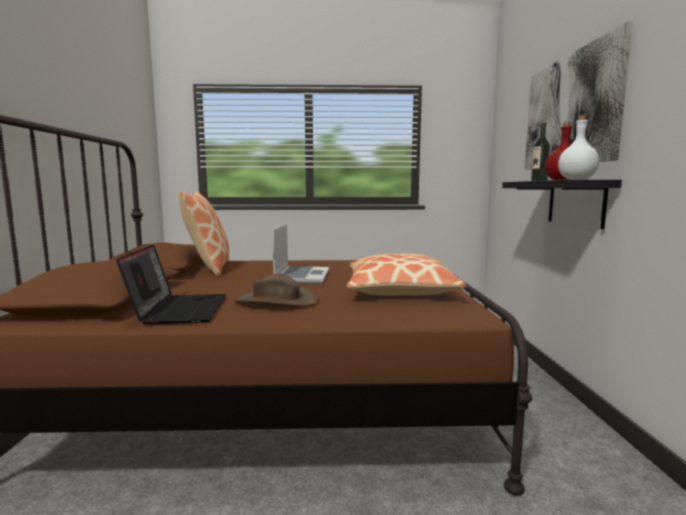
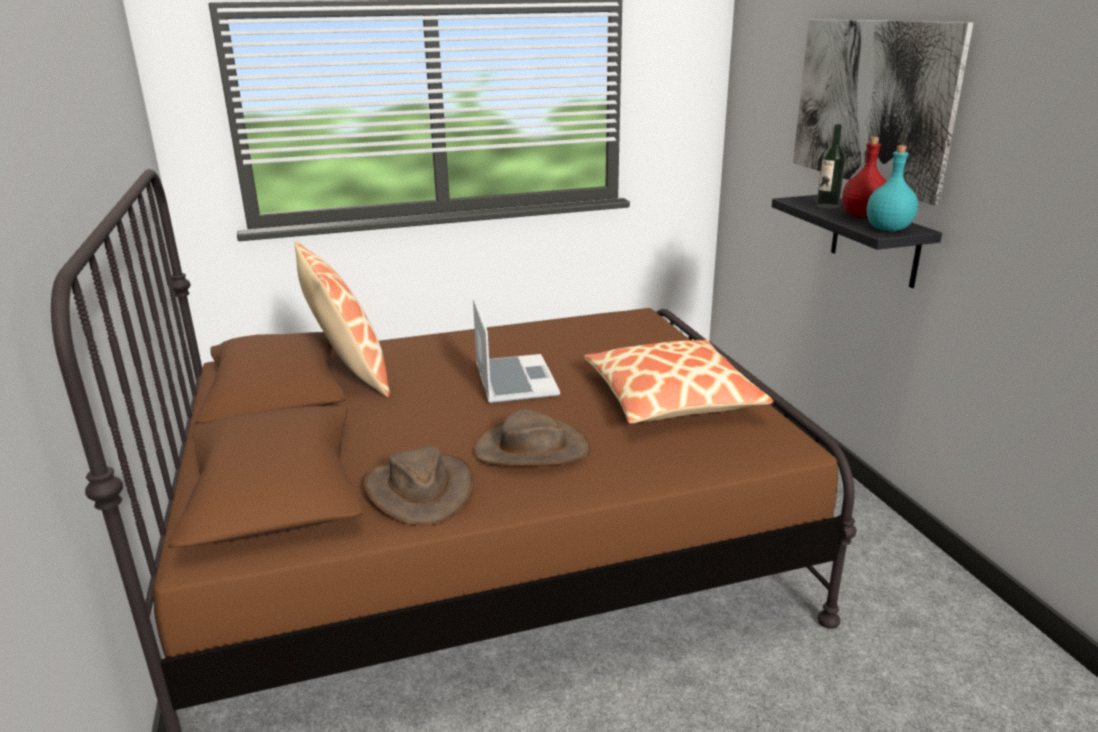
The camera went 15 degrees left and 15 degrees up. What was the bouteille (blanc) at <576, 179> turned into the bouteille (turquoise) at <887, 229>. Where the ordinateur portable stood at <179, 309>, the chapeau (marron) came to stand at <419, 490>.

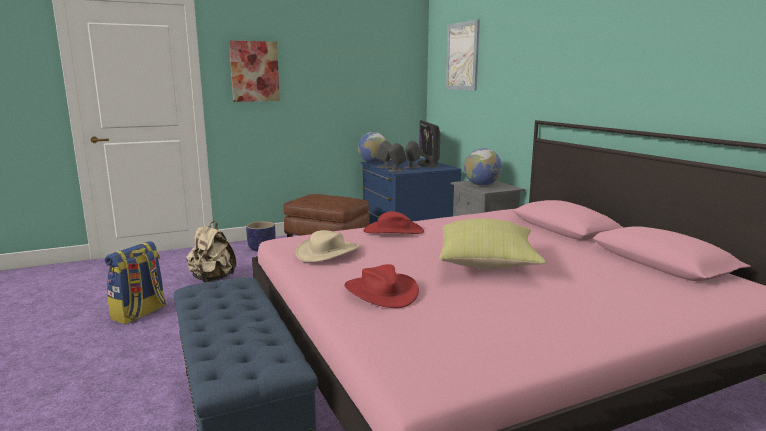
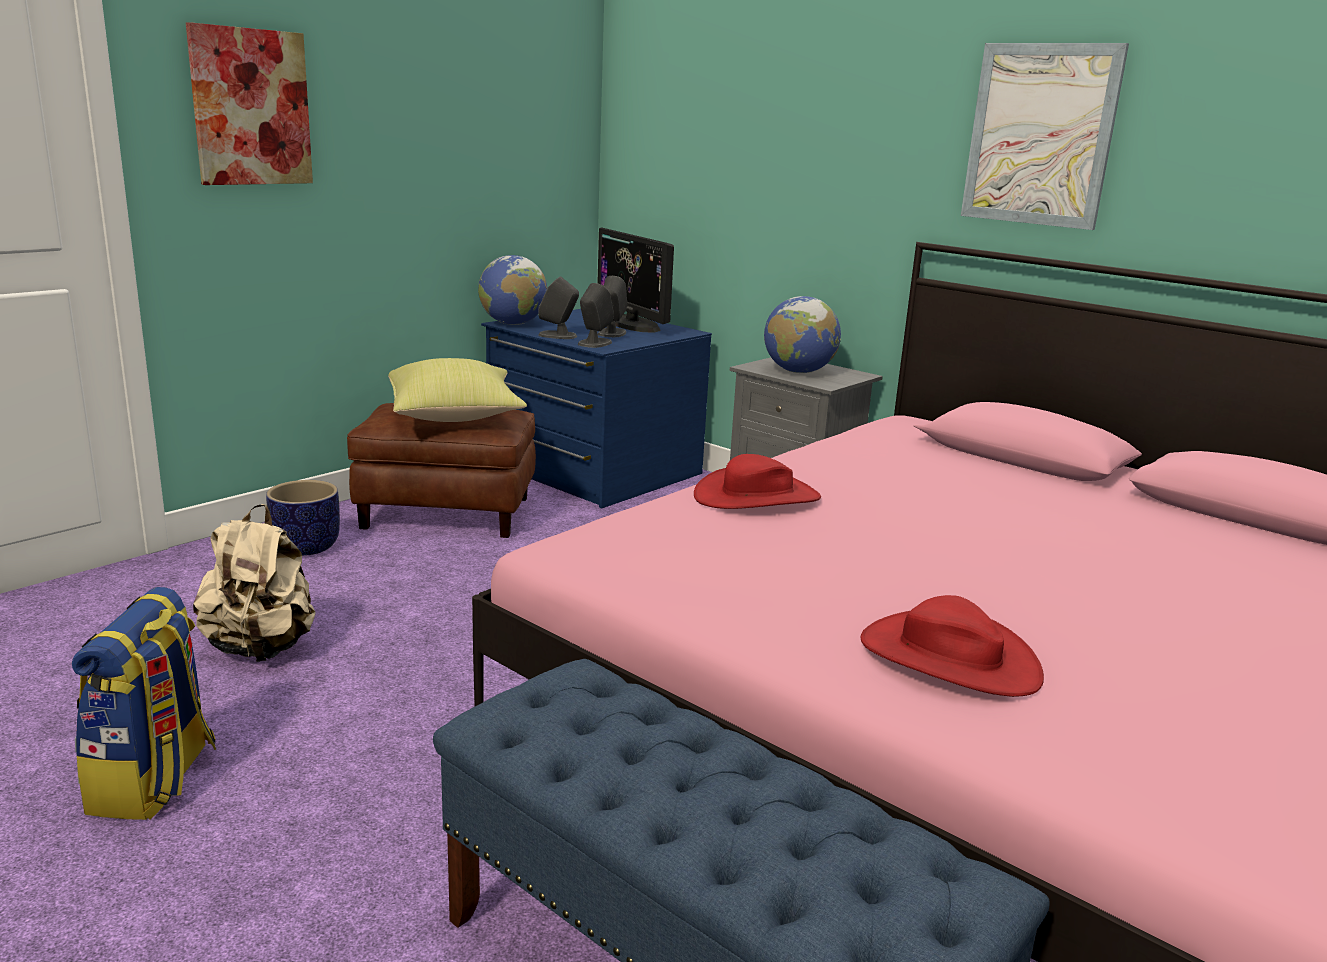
The camera went 25 degrees left and 5 degrees up. The tableau ended up elsewhere, having gone from <462, 56> to <1040, 135>. The coussin (jaune) ended up elsewhere, having gone from <487, 264> to <455, 418>. The second view lost the chapeau (beige) at <328, 252>.

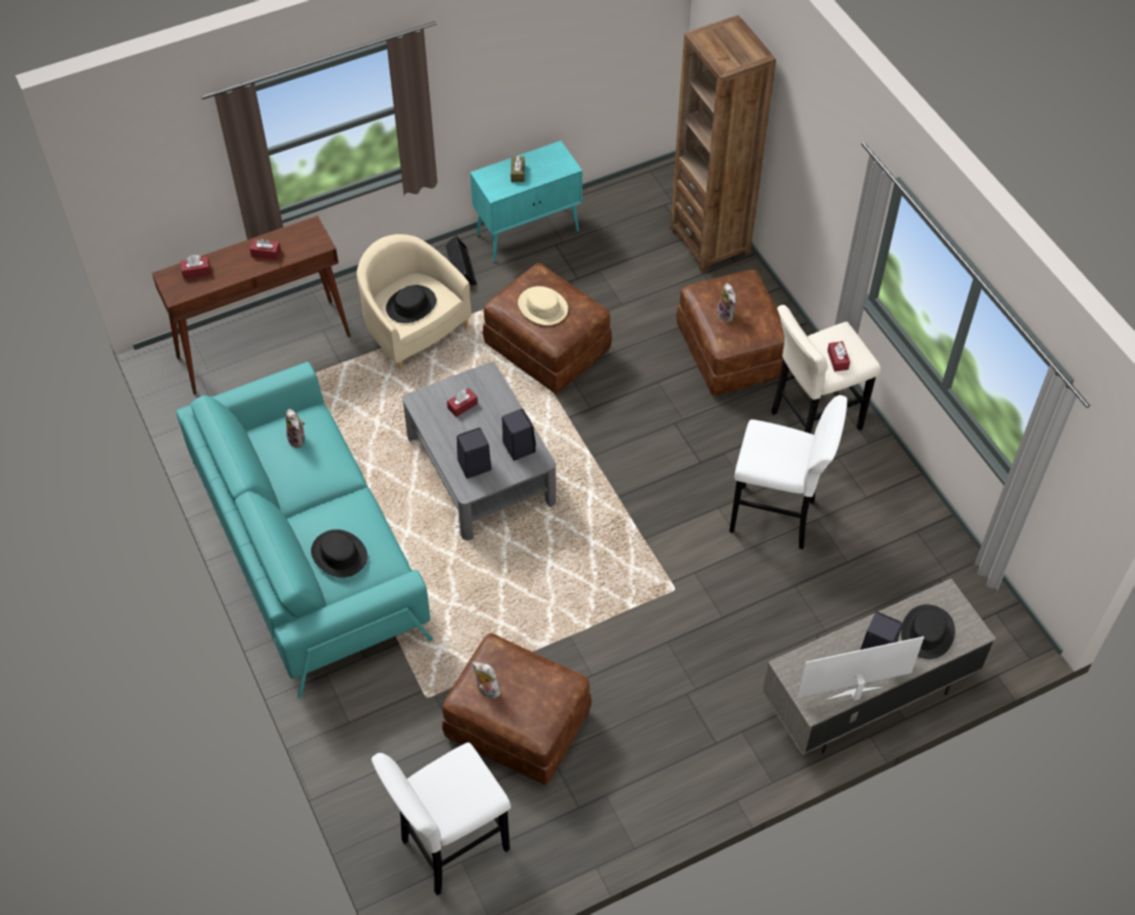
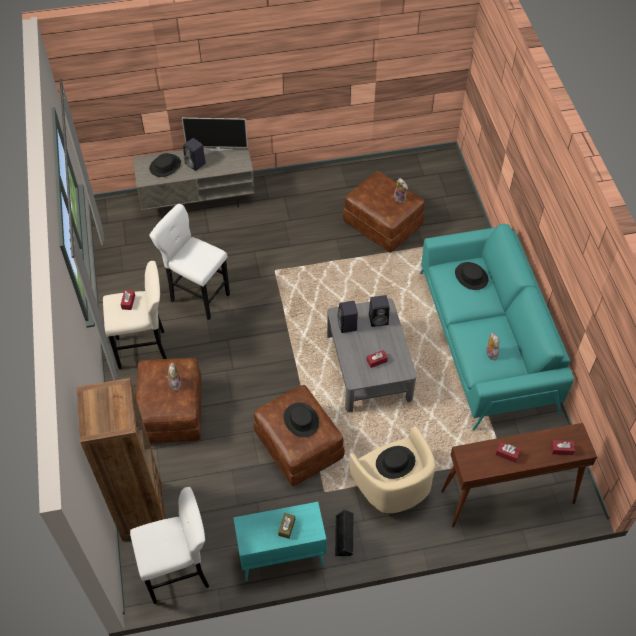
The camera went 165 degrees left and 0 degrees up. What was the chapeau (beige) at <542, 307> turned into the chapeau (noir) at <301, 420>. The tabouret (blanc) ended up elsewhere, having gone from <450, 848> to <180, 573>.

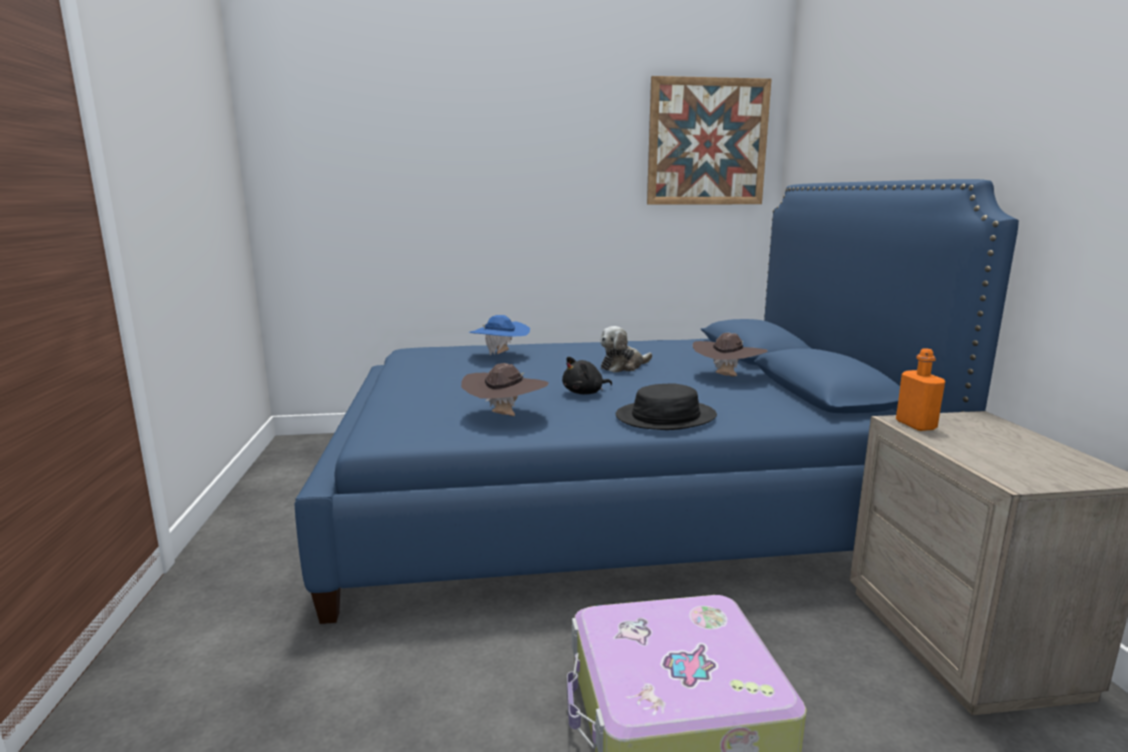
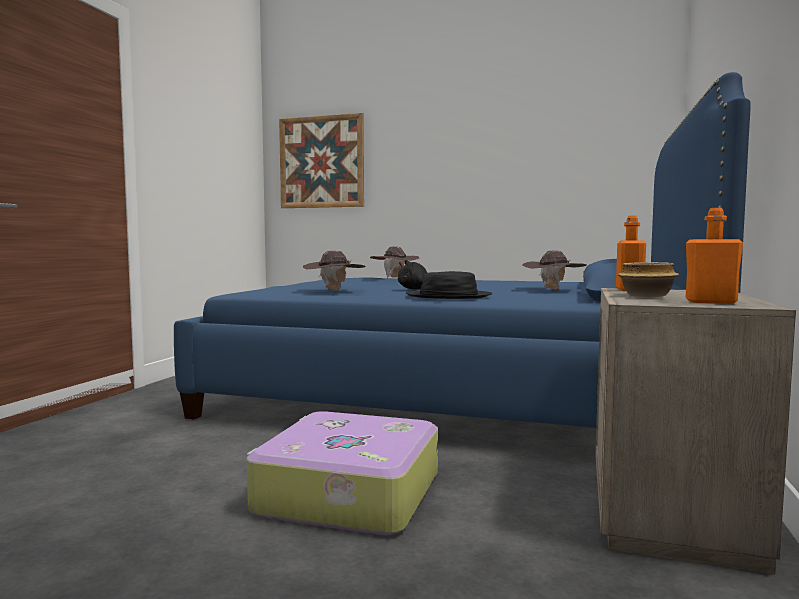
The camera went 25 degrees right and 10 degrees down. The tableau ended up elsewhere, having gone from <707, 142> to <321, 162>. What was the chapeau (bleu) at <500, 355> turned into the chapeau (marron) at <395, 278>. The second view lost the peluche at <623, 367>. The second view gained the bouteille (orange) at <710, 302>. The second view gained the bol at <648, 296>.

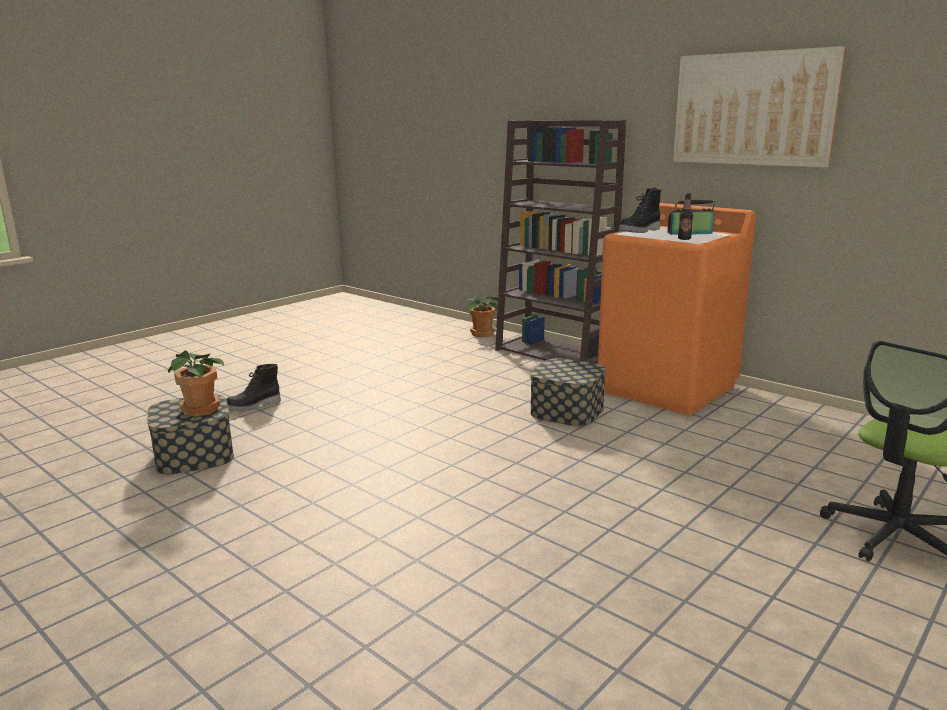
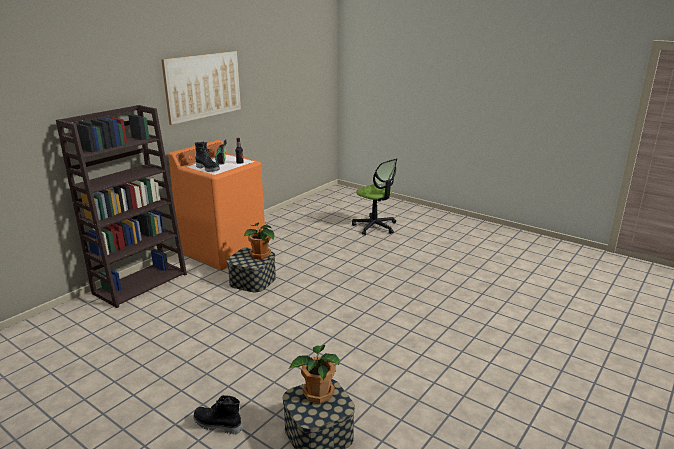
The camera went 95 degrees left and 5 degrees up. The plante en pot ended up elsewhere, having gone from <481, 334> to <260, 255>. The botte (noir) at <253, 406> ended up facing another way, 150 degrees clockwise from before.

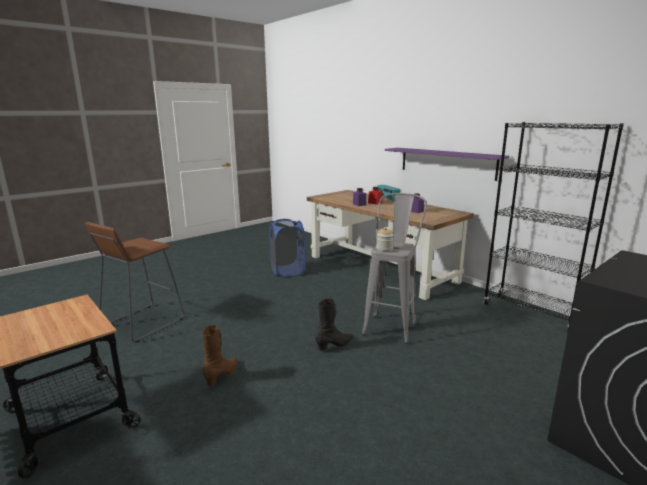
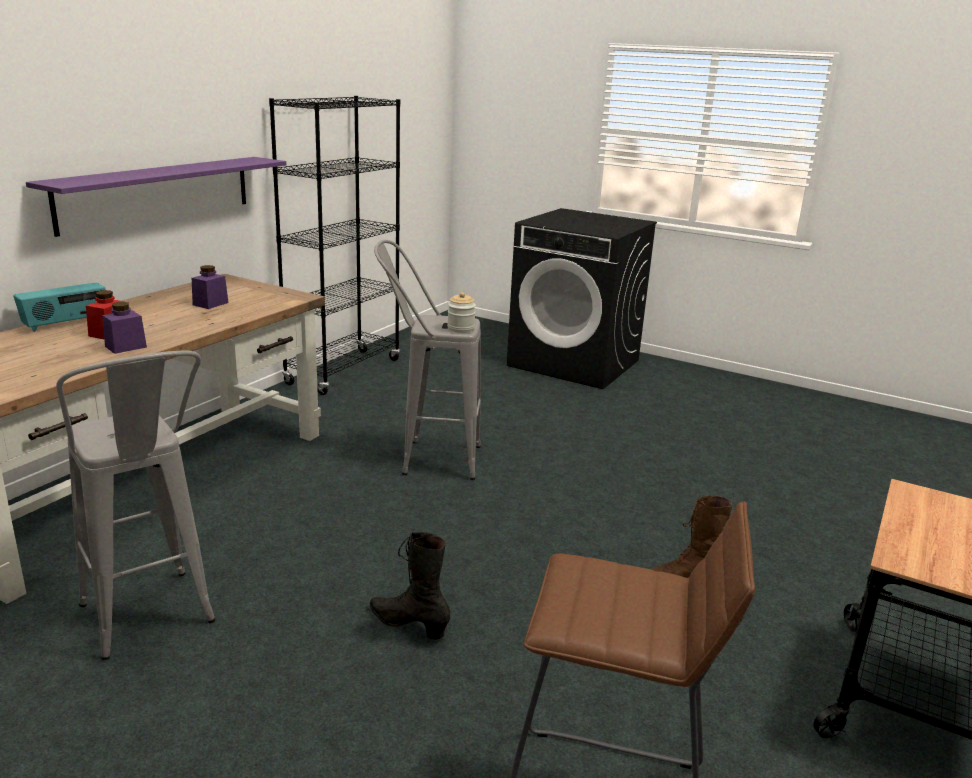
The camera went 110 degrees left and 5 degrees up. Where the panier à linge (bleu) stood at <287, 271>, the tabouret (gris) came to stand at <153, 625>. The botte (noir) ended up elsewhere, having gone from <335, 345> to <409, 624>.

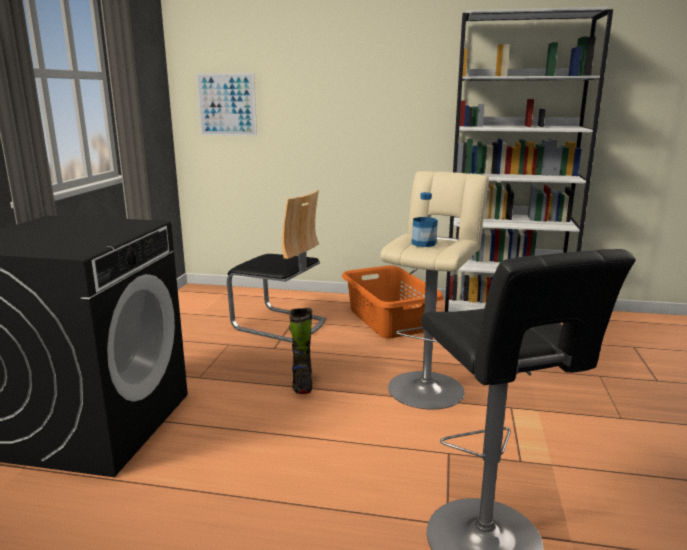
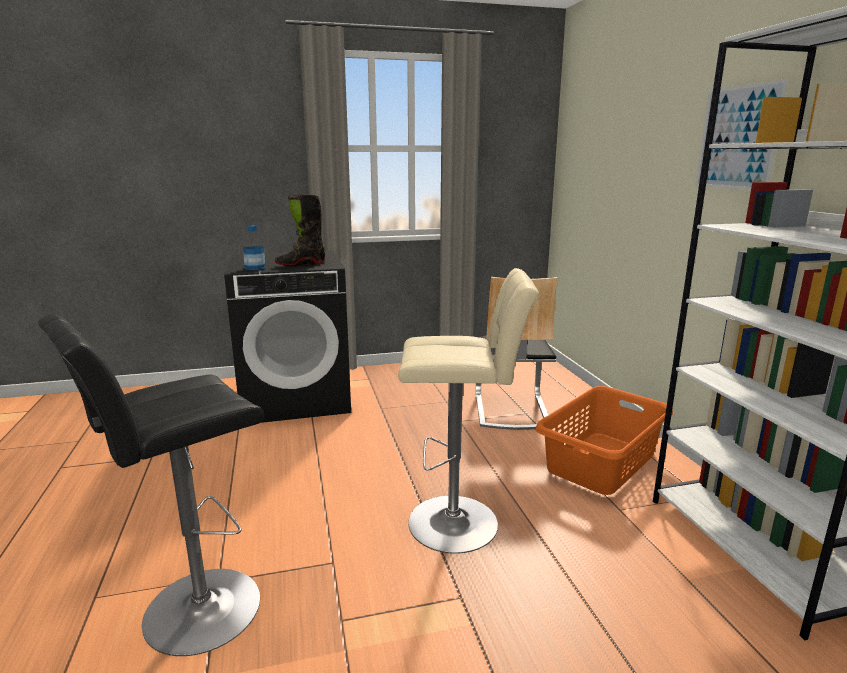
The camera went 65 degrees right and 0 degrees up. The tableau ended up elsewhere, having gone from <226, 104> to <737, 138>. The bouteille ended up elsewhere, having gone from <423, 243> to <255, 268>. The botte (noir) ended up elsewhere, having gone from <302, 384> to <300, 264>.

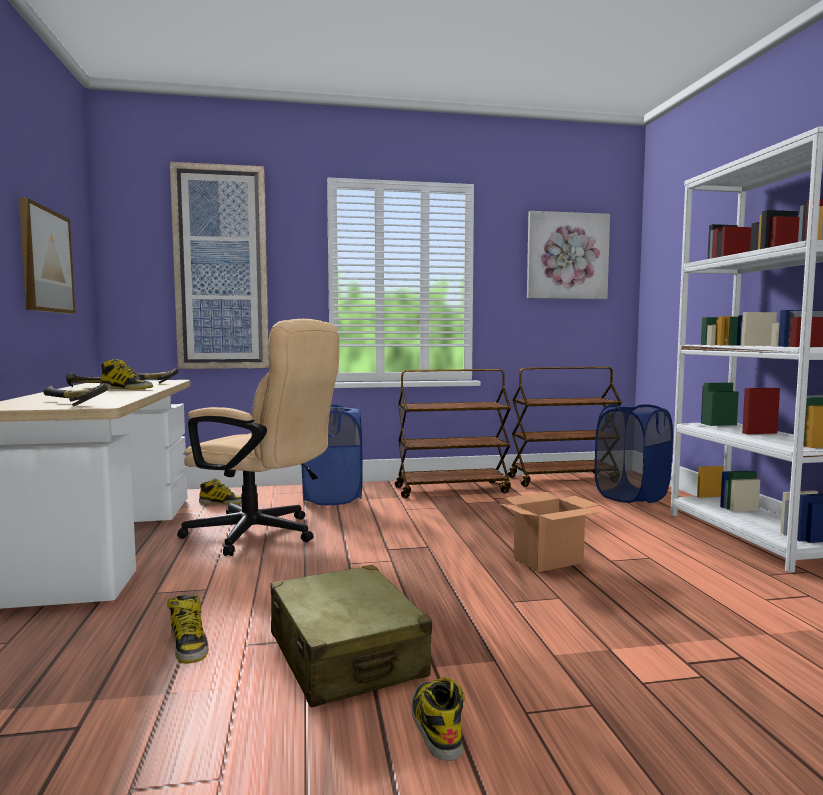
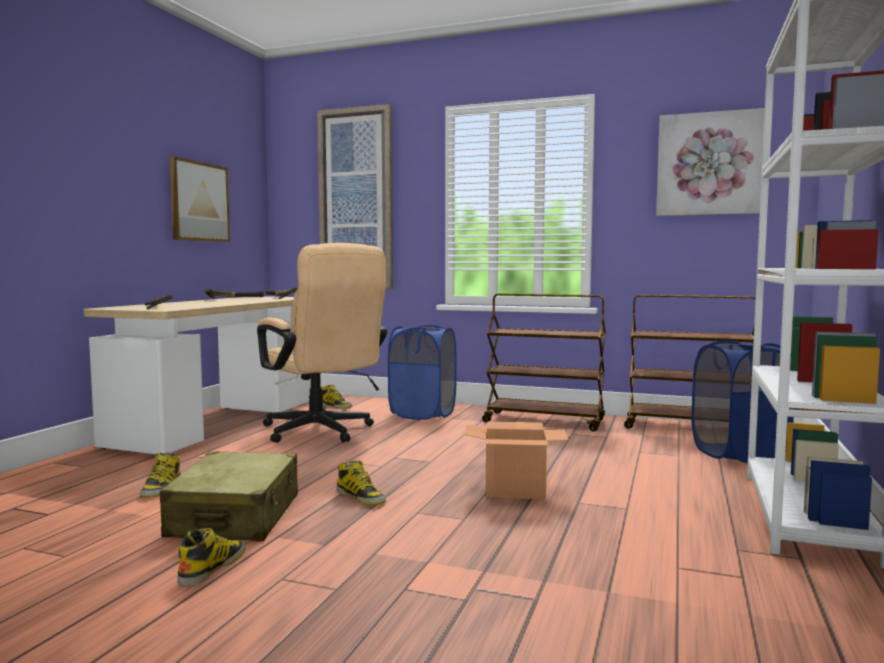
The camera went 30 degrees right and 0 degrees up. The botte ended up elsewhere, having gone from <127, 389> to <361, 497>.

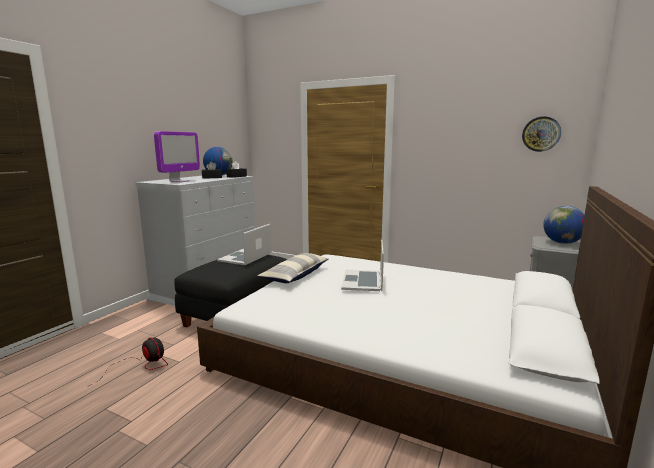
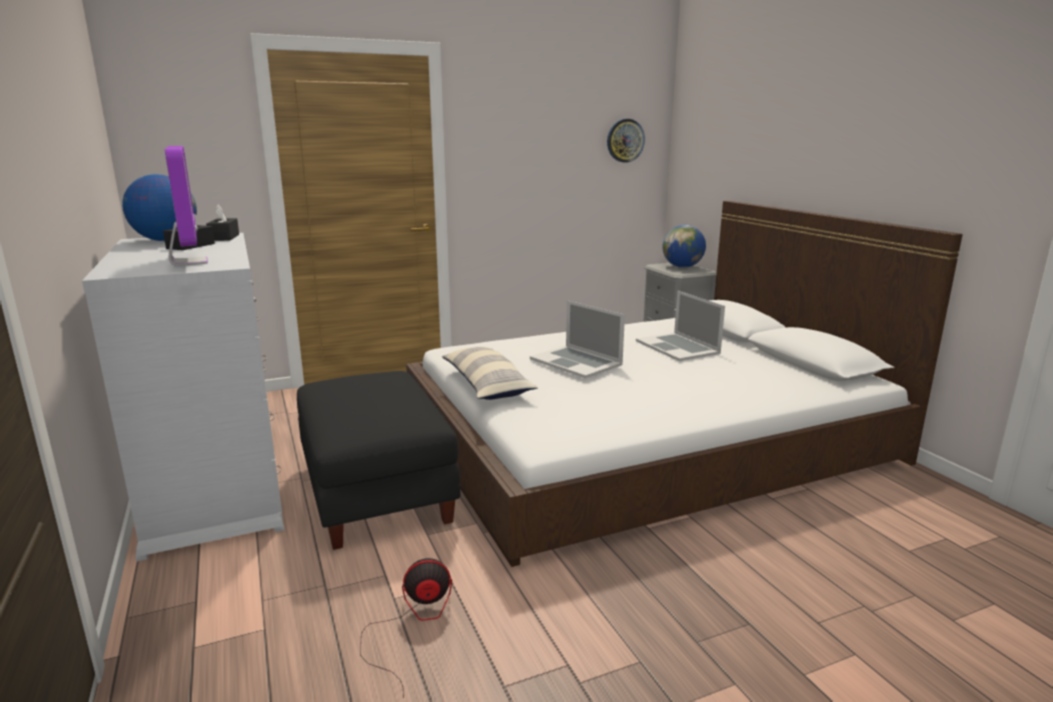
The camera went 50 degrees left and 5 degrees up. The ordinateur portable ended up elsewhere, having gone from <245, 257> to <677, 347>.

